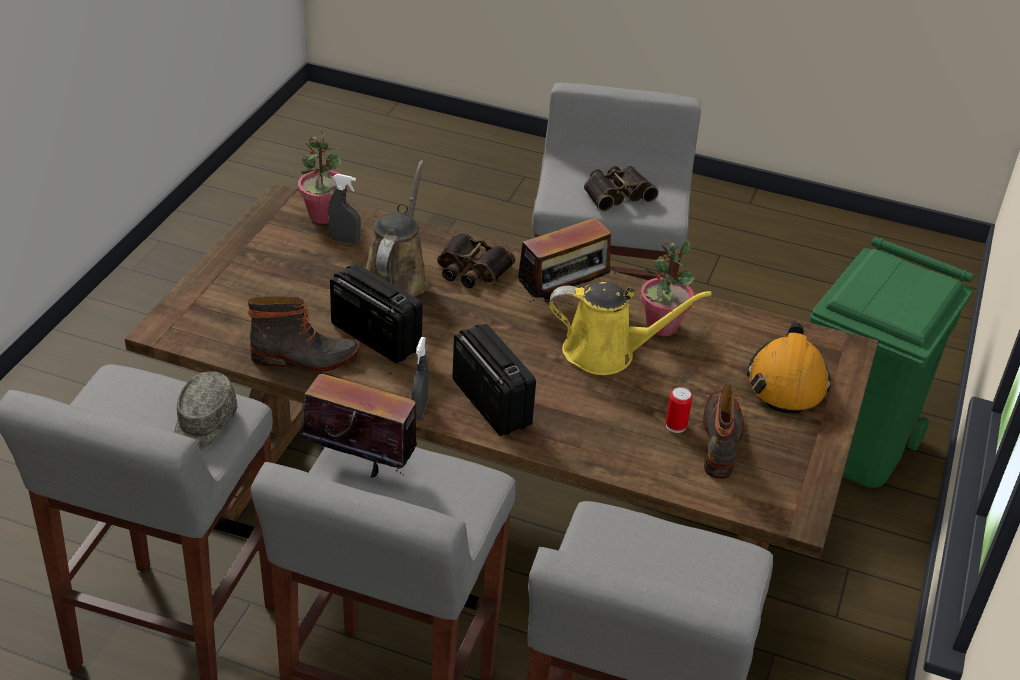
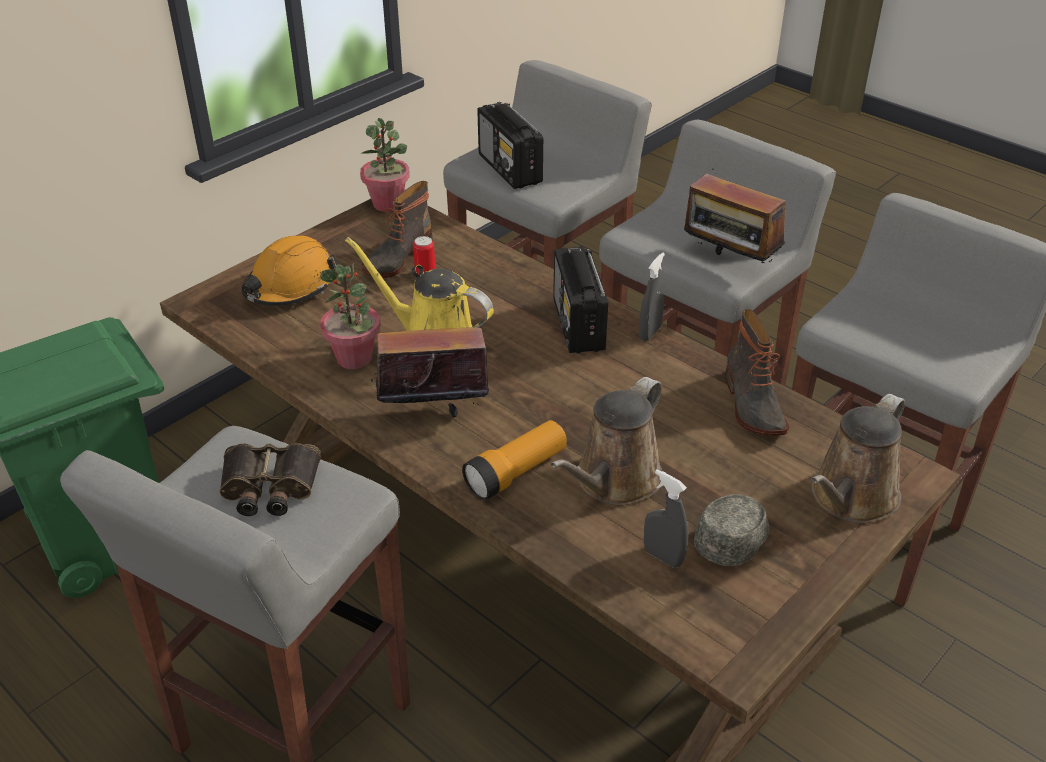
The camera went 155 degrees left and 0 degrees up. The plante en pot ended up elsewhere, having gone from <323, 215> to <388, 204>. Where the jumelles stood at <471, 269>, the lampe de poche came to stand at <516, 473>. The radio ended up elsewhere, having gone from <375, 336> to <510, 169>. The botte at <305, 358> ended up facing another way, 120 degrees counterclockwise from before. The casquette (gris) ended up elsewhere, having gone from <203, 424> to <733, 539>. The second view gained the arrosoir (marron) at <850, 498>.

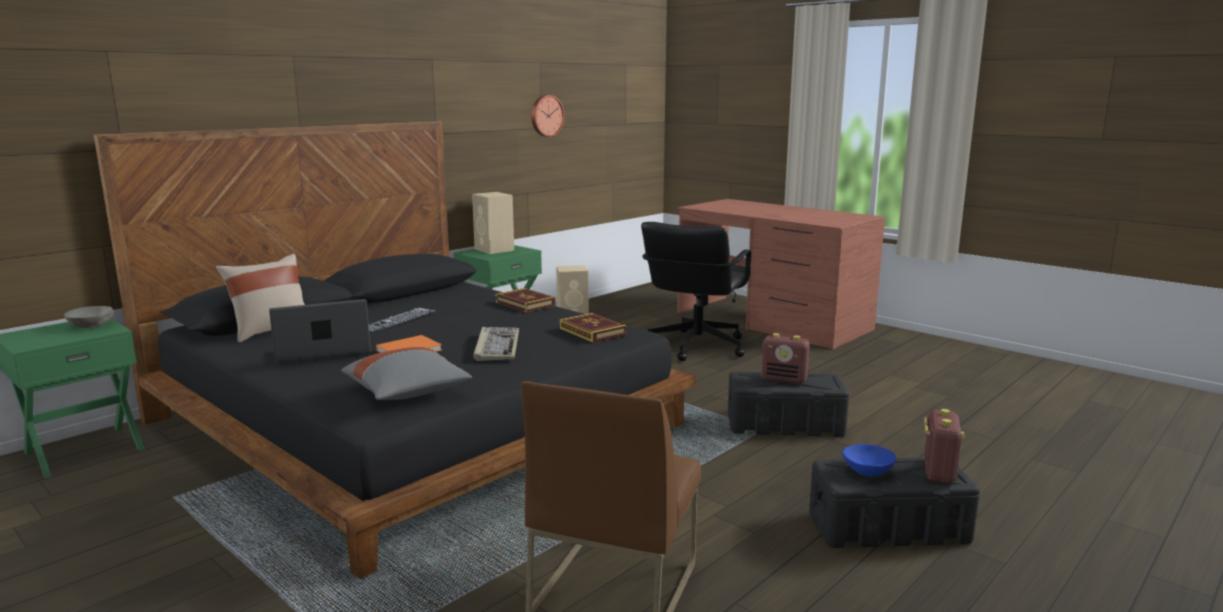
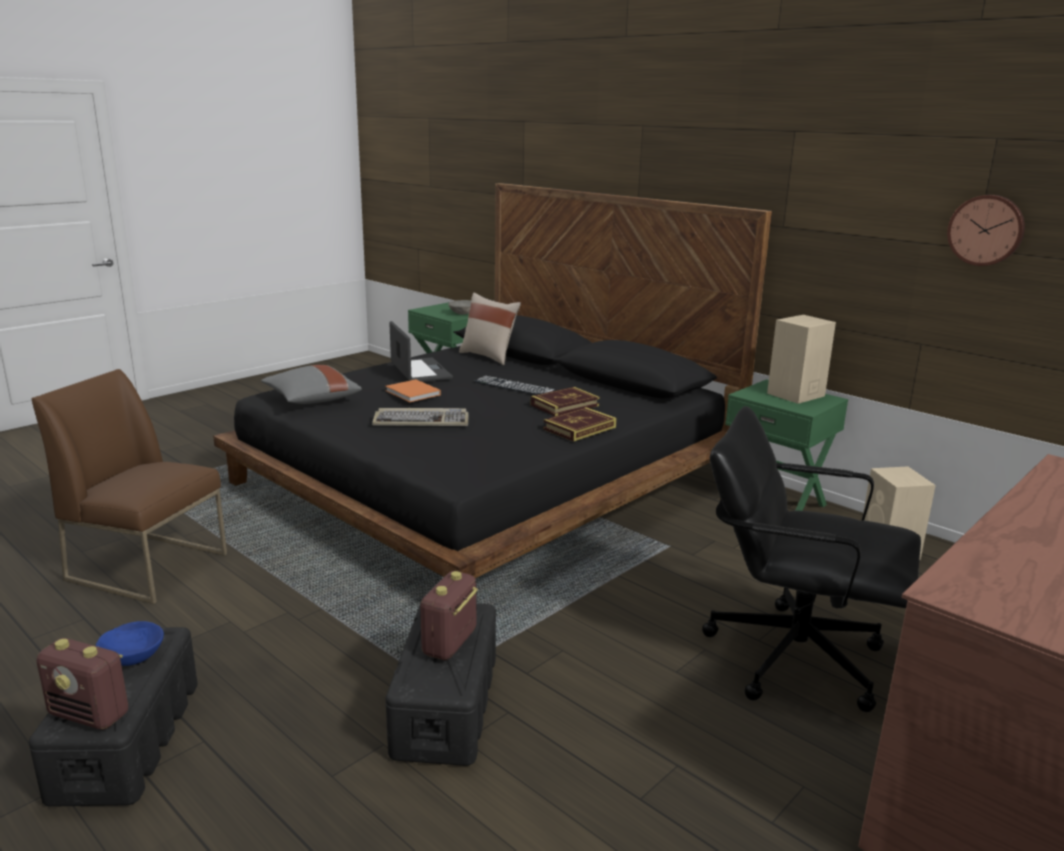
The camera went 90 degrees right and 5 degrees up. The livre ended up elsewhere, having gone from <592, 331> to <564, 405>.

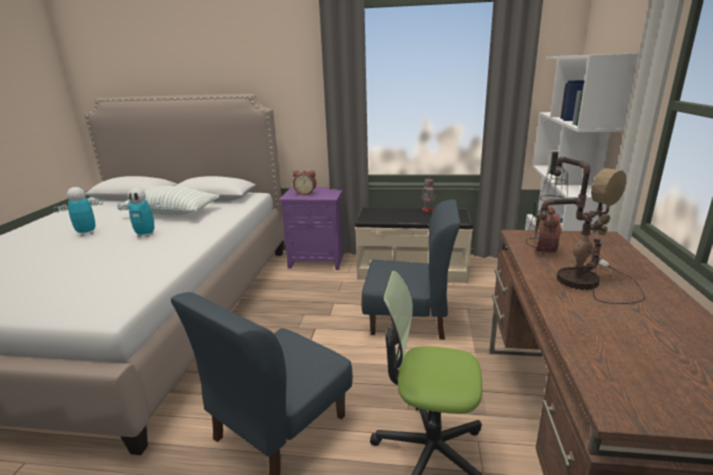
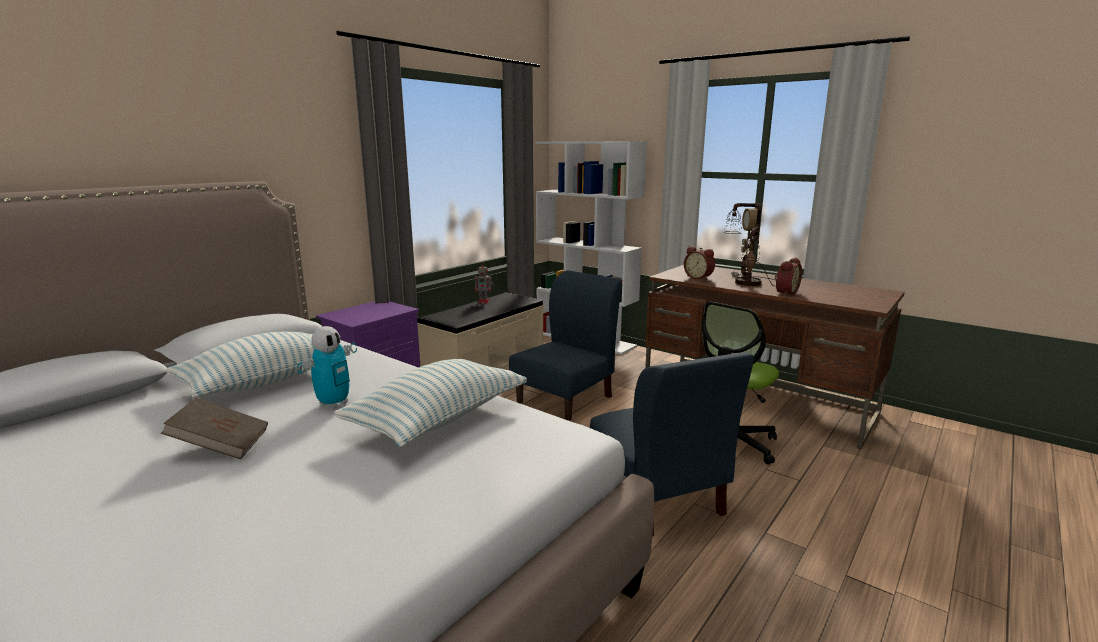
The camera went 60 degrees left and 5 degrees down. The réveil ended up elsewhere, having gone from <305, 193> to <785, 292>. Where the robot jouet stood at <86, 233>, the livre (marron) came to stand at <221, 445>. The second view gained the coussin at <438, 419>.

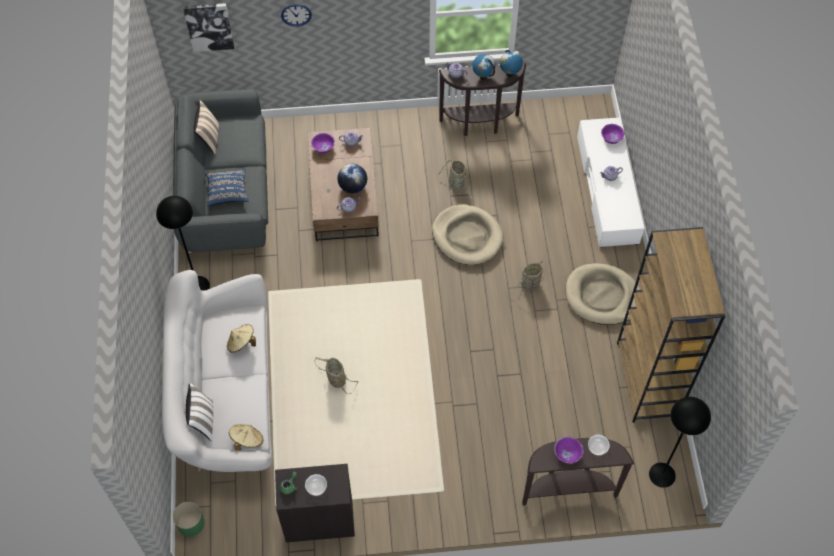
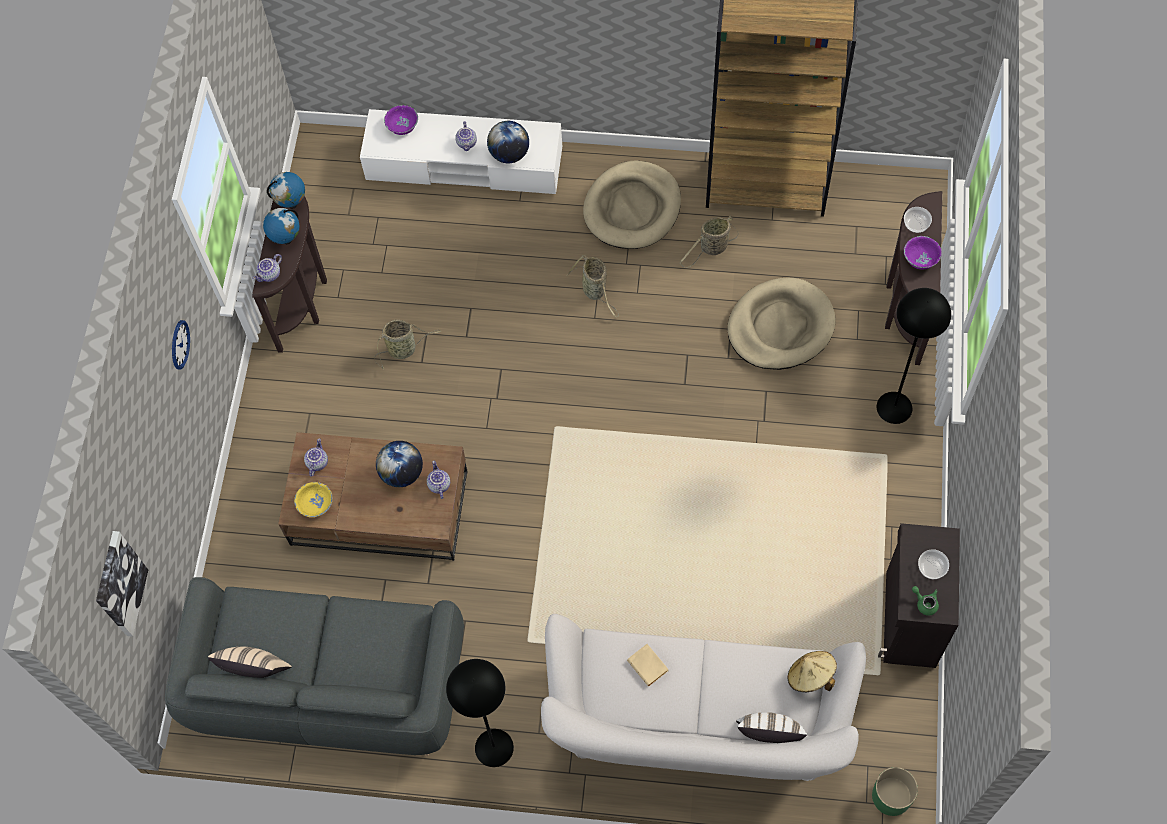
The camera went 75 degrees left and 5 degrees up. The horloge murale ended up elsewhere, having gone from <296, 14> to <179, 344>. What was the bol (violet) at <323, 148> turned into the bol (jaune) at <316, 505>. The second view lost the coussin (bleu) at <227, 192>. The panier pour chien (beige) ended up elsewhere, having gone from <467, 237> to <780, 327>. Where the chapeau (beige) stood at <241, 343>, the livre (beige) came to stand at <649, 666>. The panier ended up elsewhere, having gone from <335, 379> to <712, 248>. The lampadaire (noir) ended up elsewhere, having gone from <662, 474> to <894, 407>. The second view gained the globe at <509, 154>.

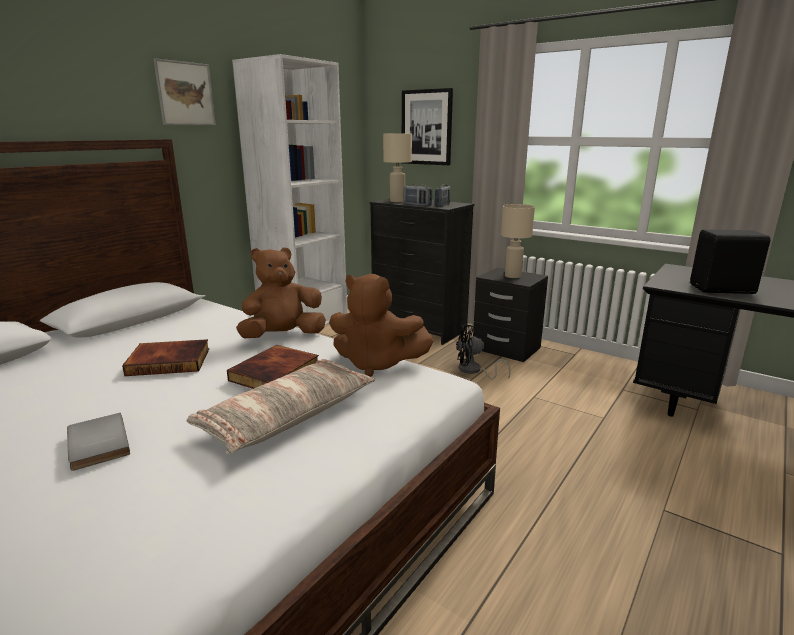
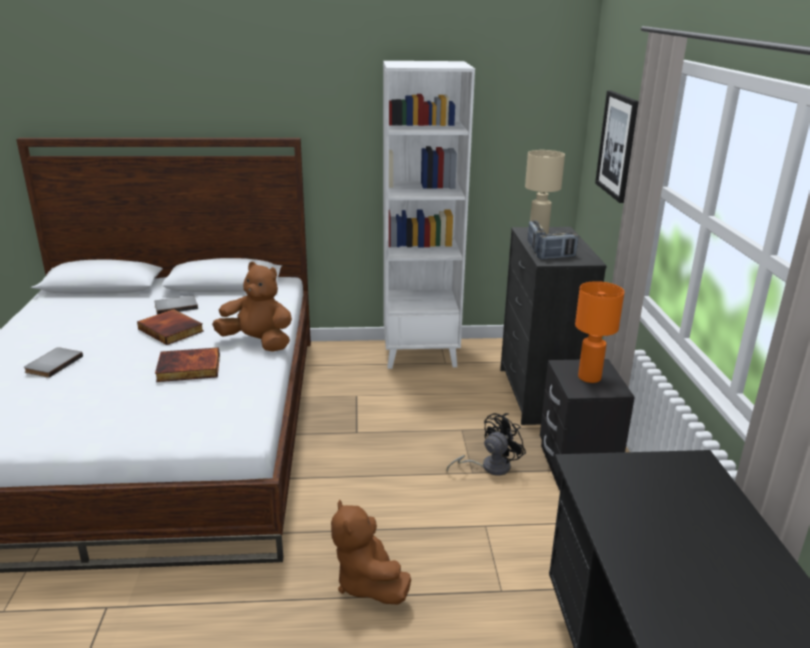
The camera went 50 degrees right and 5 degrees up. The second view lost the tableau at <185, 94>. What was the lampe de table (beige) at <513, 276> turned into the lampe de table (orange) at <589, 378>. The second view lost the enceinte (noir) at <723, 290>. The peluche (marron) ended up elsewhere, having gone from <376, 364> to <367, 583>. The ventilateur (noir) at <473, 371> ended up facing another way, 90 degrees clockwise from before. The second view lost the coussin at <288, 416>. The second view gained the livre (gris) at <176, 306>.

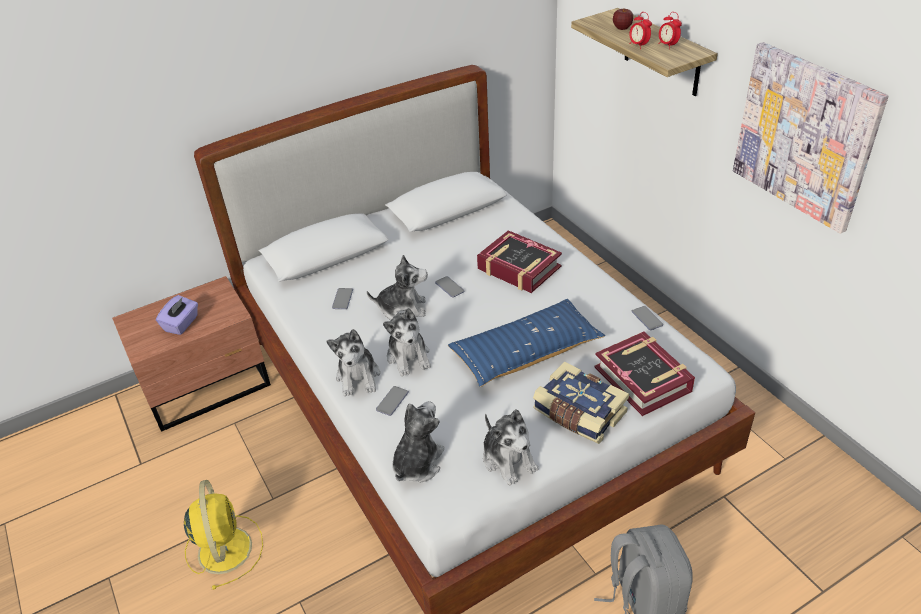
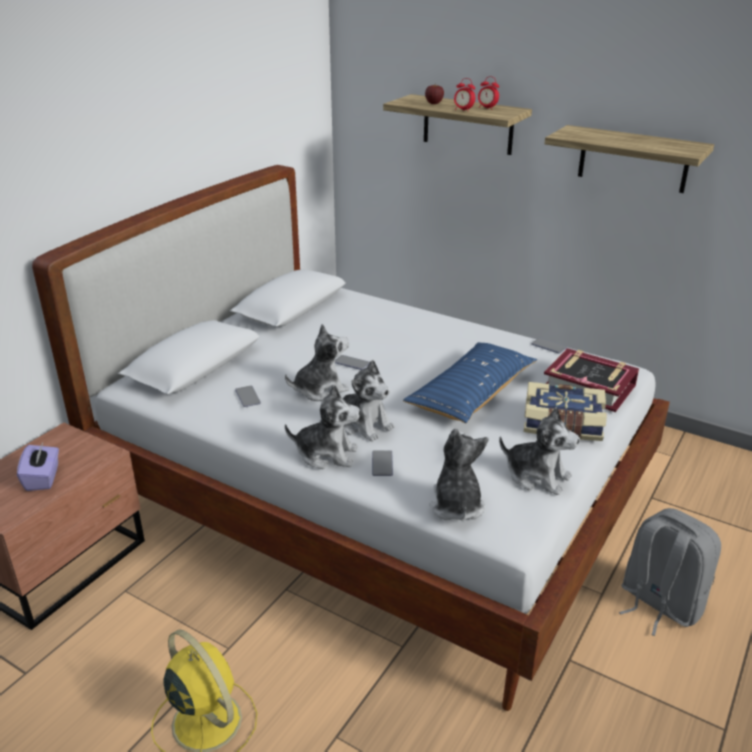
The camera went 30 degrees left and 10 degrees down. Where the tableau hung at <804, 136>, the étagère came to hang at <633, 159>. The second view lost the livre at <518, 268>. The peluche at <358, 377> ended up facing another way, 45 degrees counterclockwise from before.

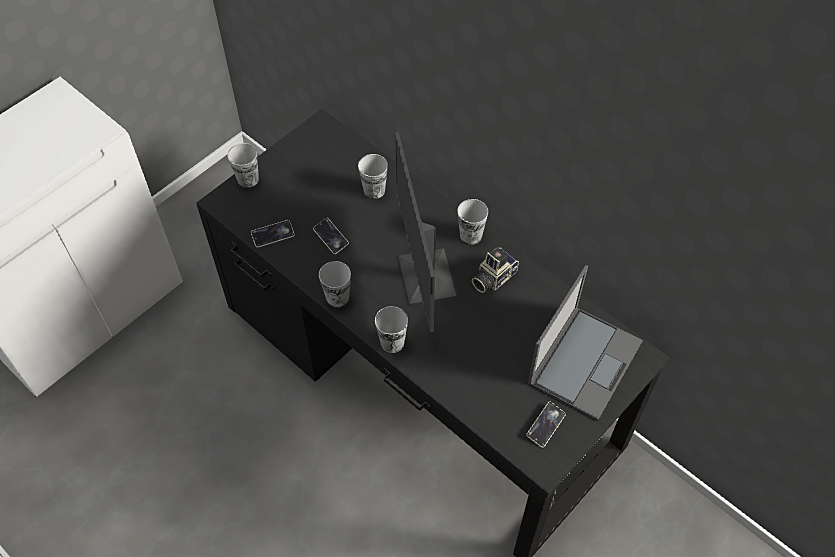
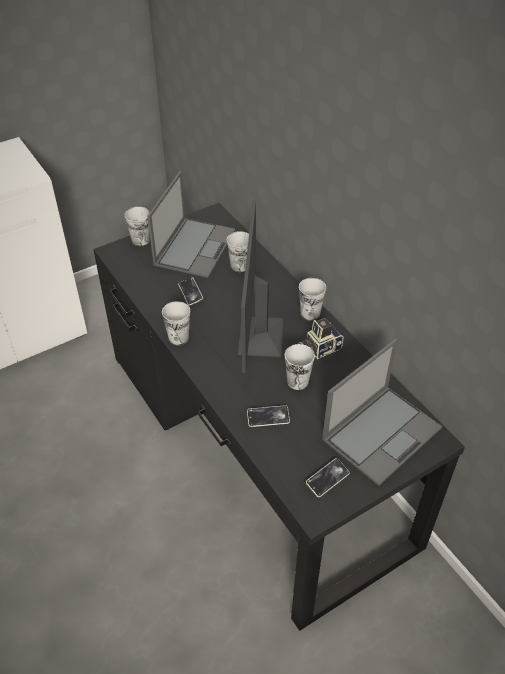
The camera went 15 degrees right and 10 degrees down. The téléphone ended up elsewhere, having gone from <273, 235> to <268, 418>. The tasse ended up elsewhere, having gone from <392, 342> to <297, 381>. The second view gained the ordinateur portable at <195, 247>.

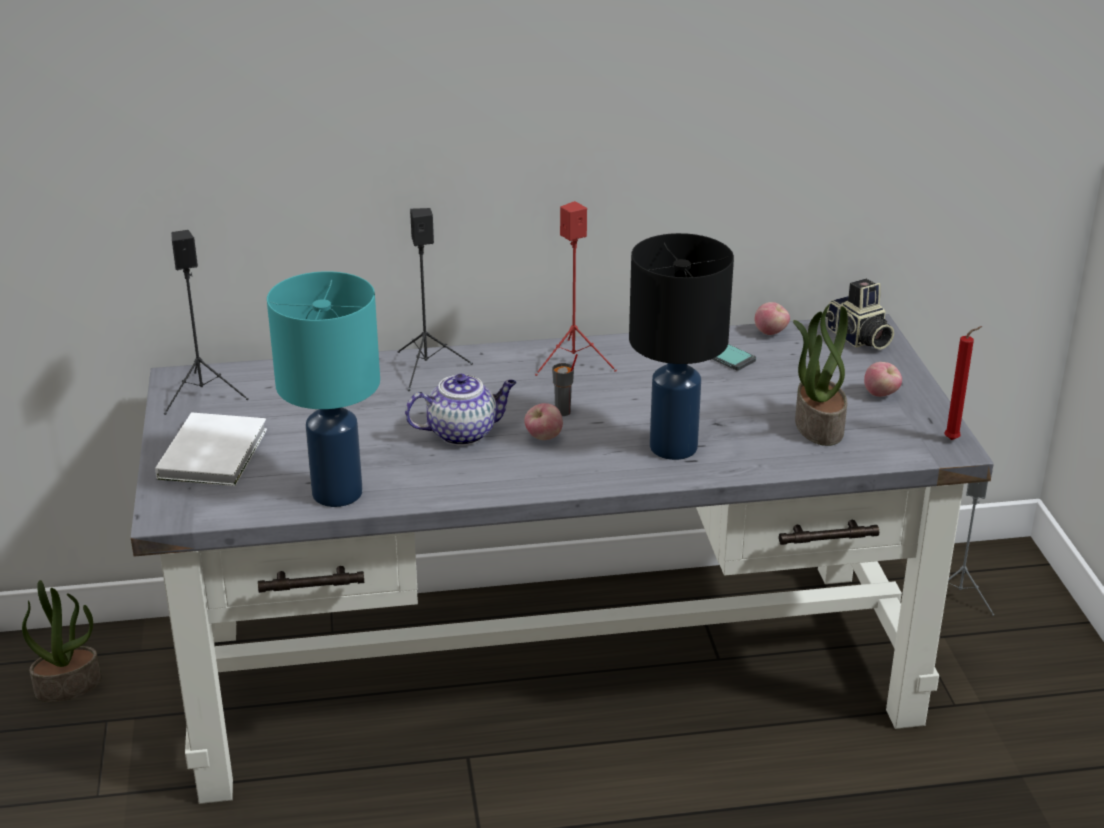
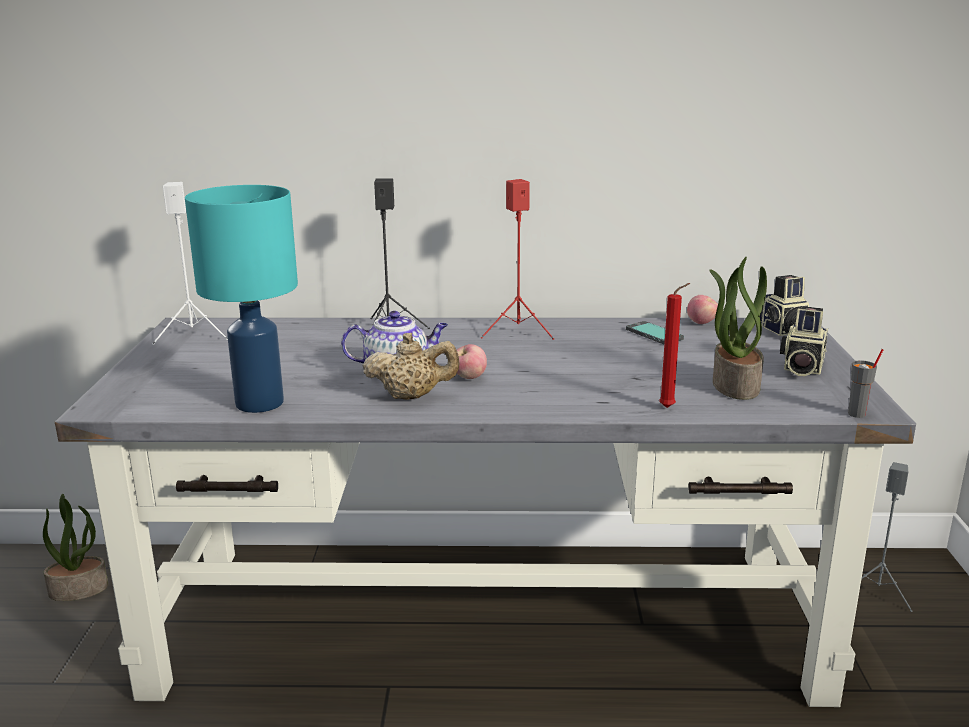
The camera went 10 degrees right and 10 degrees down. What was the enceinte (noir) at <203, 395> turned into the enceinte (blanc) at <194, 335>. The second view lost the lampe de table (noir) at <675, 447>. The bougie (rouge) ended up elsewhere, having gone from <954, 440> to <669, 408>. The tasse (gris) ended up elsewhere, having gone from <563, 412> to <857, 414>. Where the pomme stood at <881, 394>, the appareil photo came to stand at <801, 367>. The second view lost the livre (blanc) at <216, 452>. The second view gained the théière (beige) at <412, 396>.

